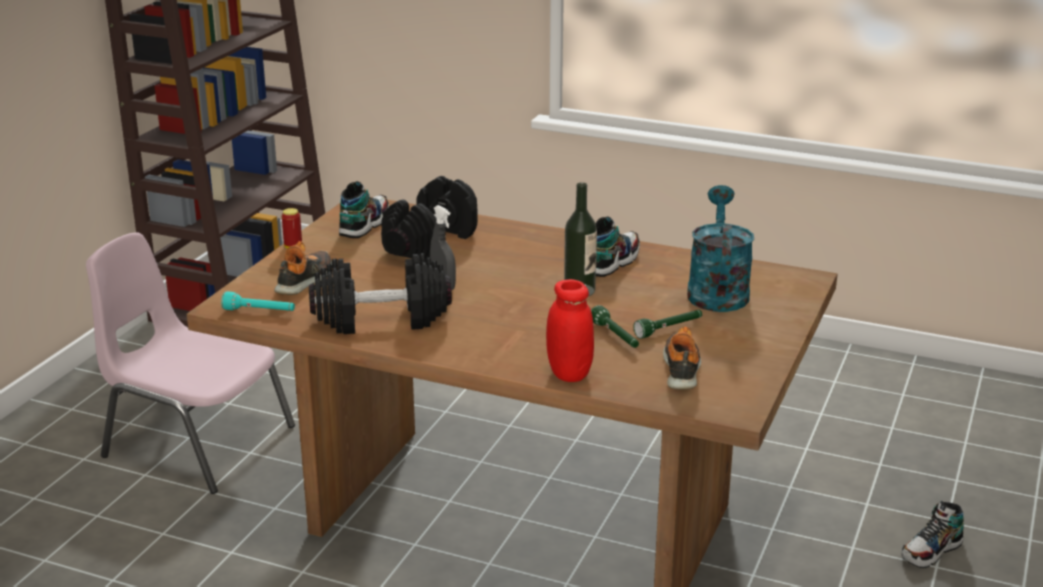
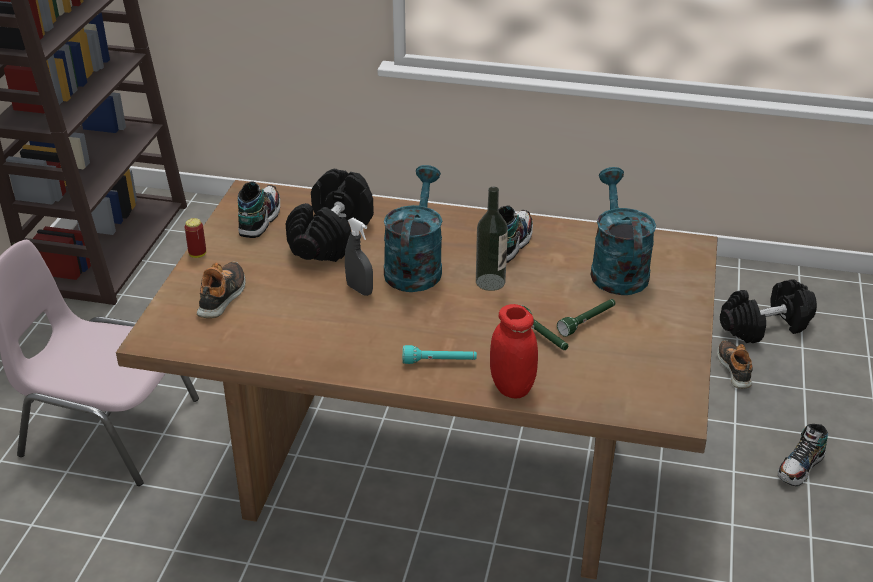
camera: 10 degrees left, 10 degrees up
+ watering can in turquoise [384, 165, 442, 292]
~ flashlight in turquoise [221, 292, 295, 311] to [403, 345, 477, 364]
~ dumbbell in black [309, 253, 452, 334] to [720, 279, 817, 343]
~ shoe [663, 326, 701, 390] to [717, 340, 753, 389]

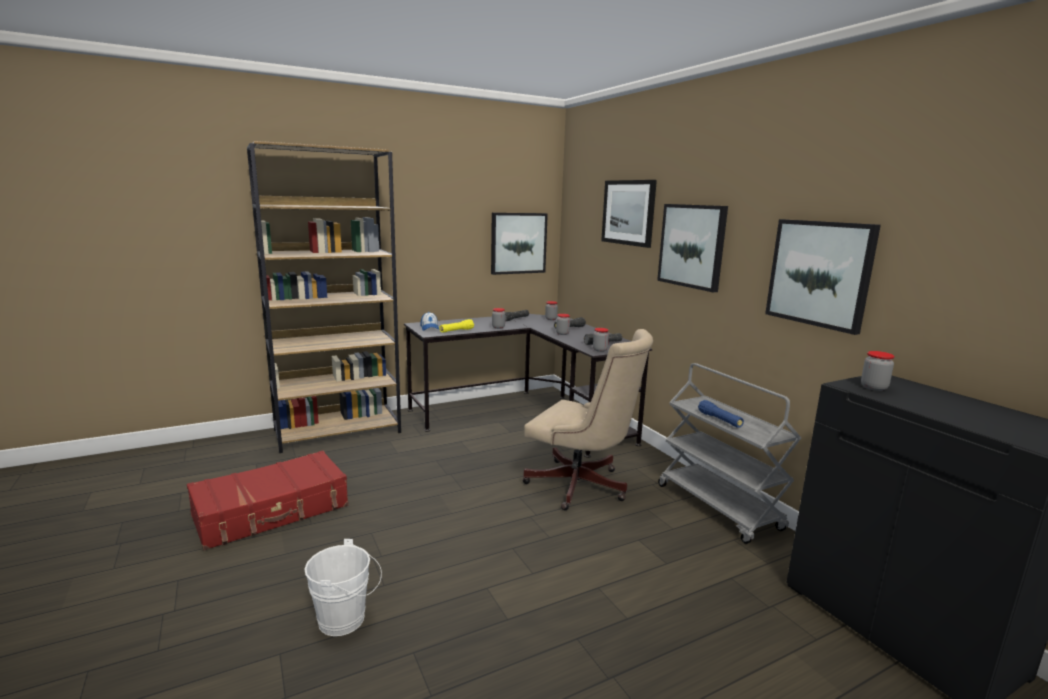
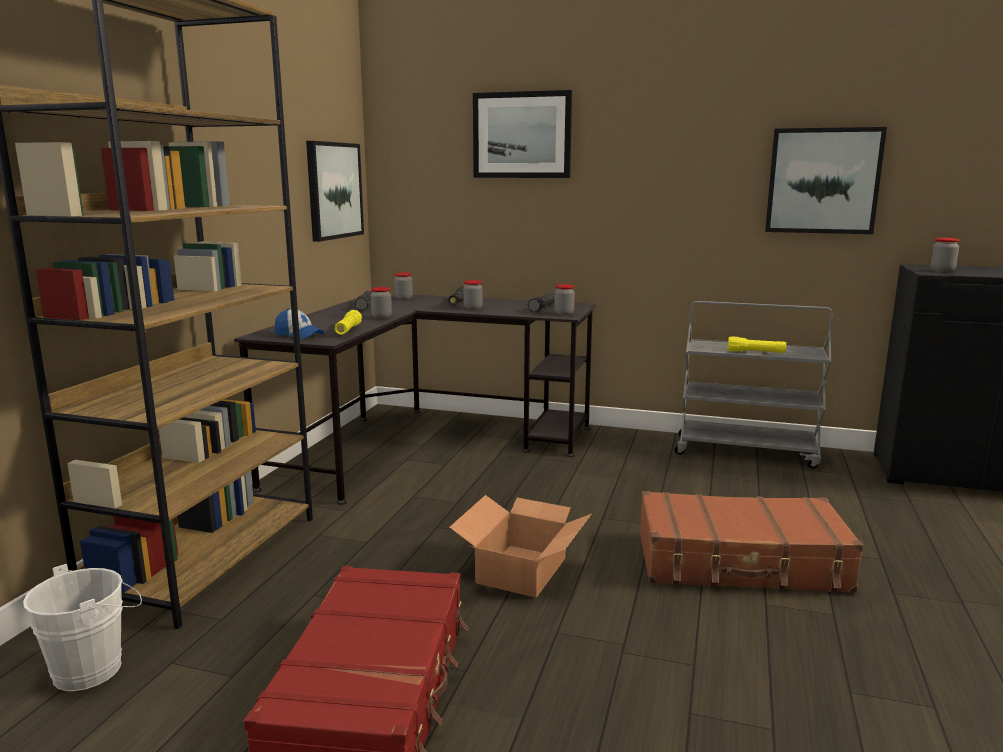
camera: 45 degrees left, 0 degrees up
- office chair in beige [522, 329, 653, 510]
- picture [657, 204, 728, 292]
+ cardboard box [449, 495, 592, 598]
+ suitcase in brown [639, 491, 863, 593]
~ bucket in white [305, 539, 382, 636] to [23, 564, 142, 691]
~ flashlight in blue [698, 400, 744, 428] to flashlight in yellow [727, 336, 786, 353]

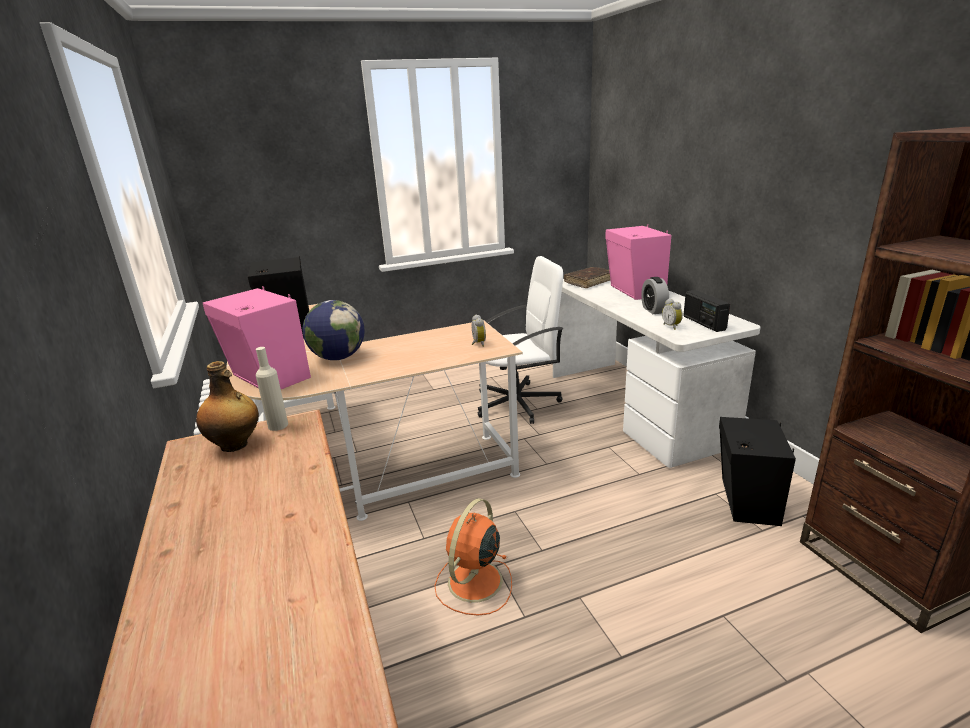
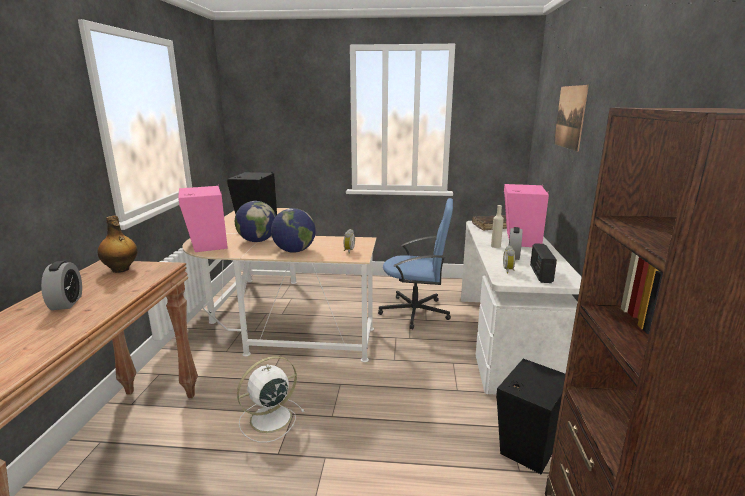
camera: 25 degrees right, 5 degrees down
+ alarm clock [41, 261, 82, 310]
+ globe [271, 208, 316, 253]
+ picture [554, 85, 589, 152]
~ bottle in beige [256, 347, 288, 431] to [491, 205, 504, 248]
~ fan in orange [434, 499, 512, 615] to fan in white [237, 356, 305, 443]
~ office chair in white [478, 256, 563, 424] to office chair in blue [378, 198, 453, 330]

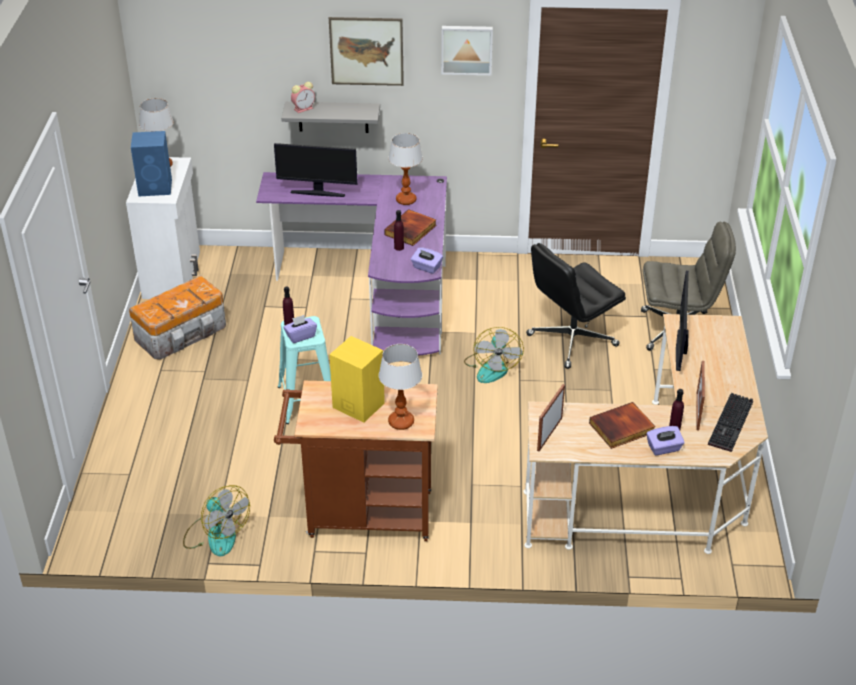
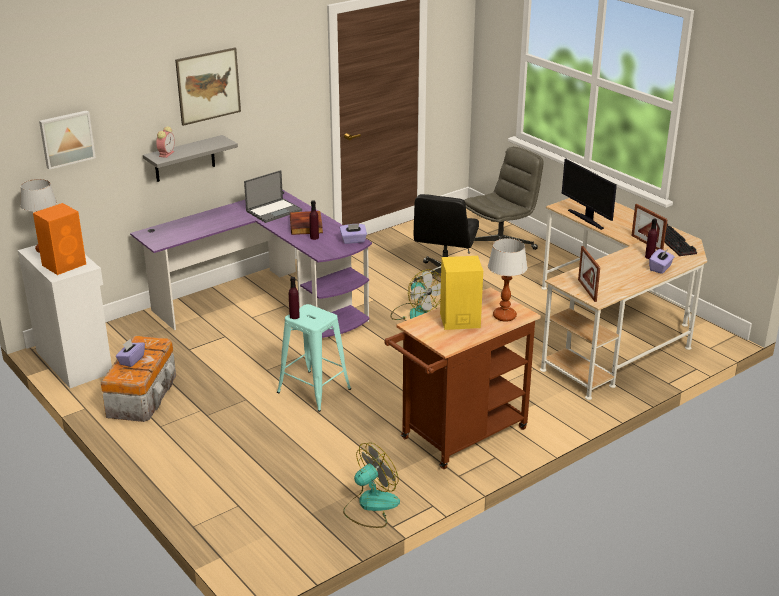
camera: 40 degrees left, 10 degrees down
- monitor [274, 143, 358, 197]
- book [589, 402, 655, 449]
~ tissue box in purple [283, 315, 317, 343] to [116, 339, 145, 367]
~ picture [441, 26, 493, 75] to [39, 110, 96, 170]
~ table lamp [388, 133, 423, 205] to laptop [244, 170, 302, 223]
~ speaker in blue [131, 131, 172, 197] to speaker in orange [33, 203, 86, 275]
~ fan [183, 485, 250, 556] = [343, 443, 400, 528] 45 degrees counterclockwise

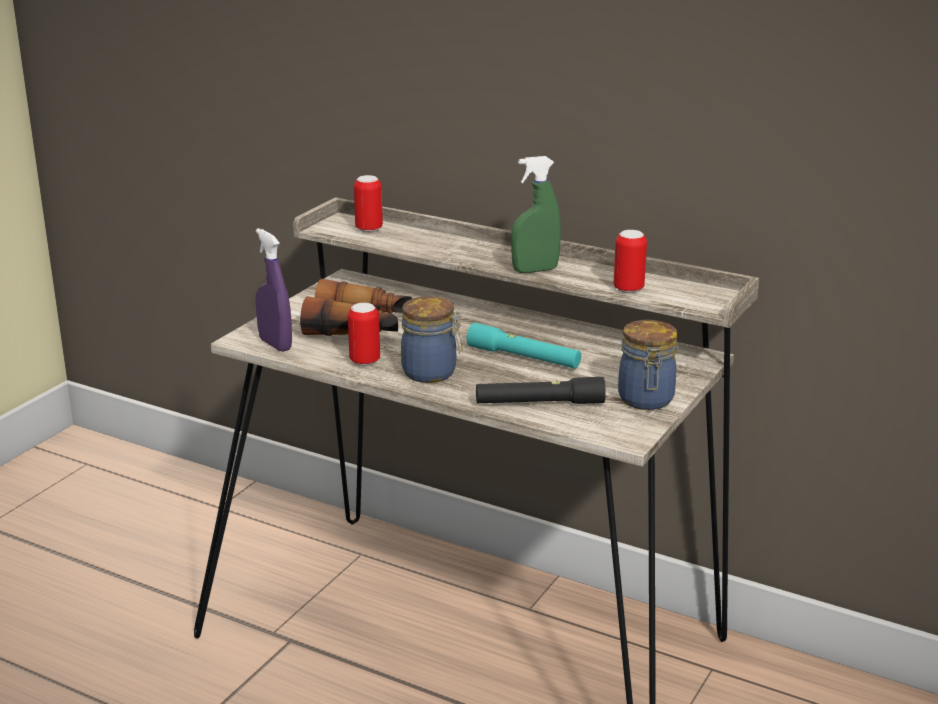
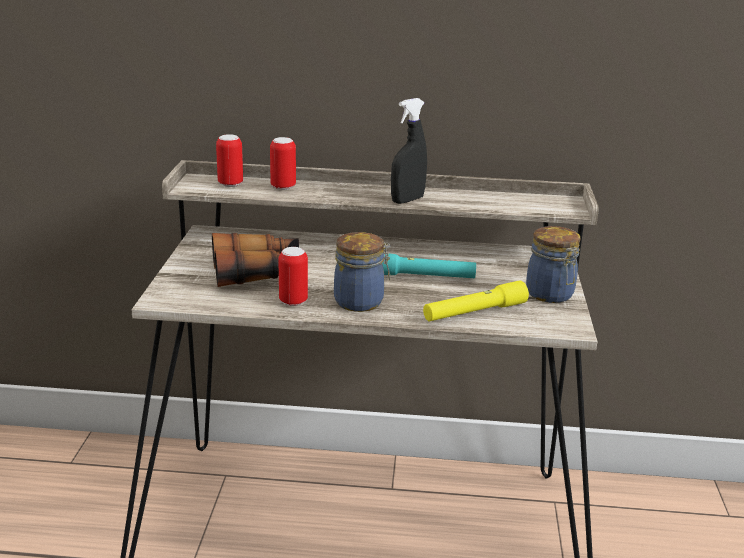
camera: 25 degrees left, 0 degrees up
- spray bottle in purple [255, 228, 292, 352]
~ can [613, 230, 647, 293] to [270, 137, 296, 190]
~ flashlight in black [476, 377, 606, 404] to flashlight in yellow [423, 280, 529, 321]
~ spray bottle in green [511, 156, 561, 273] to spray bottle in black [391, 98, 427, 204]

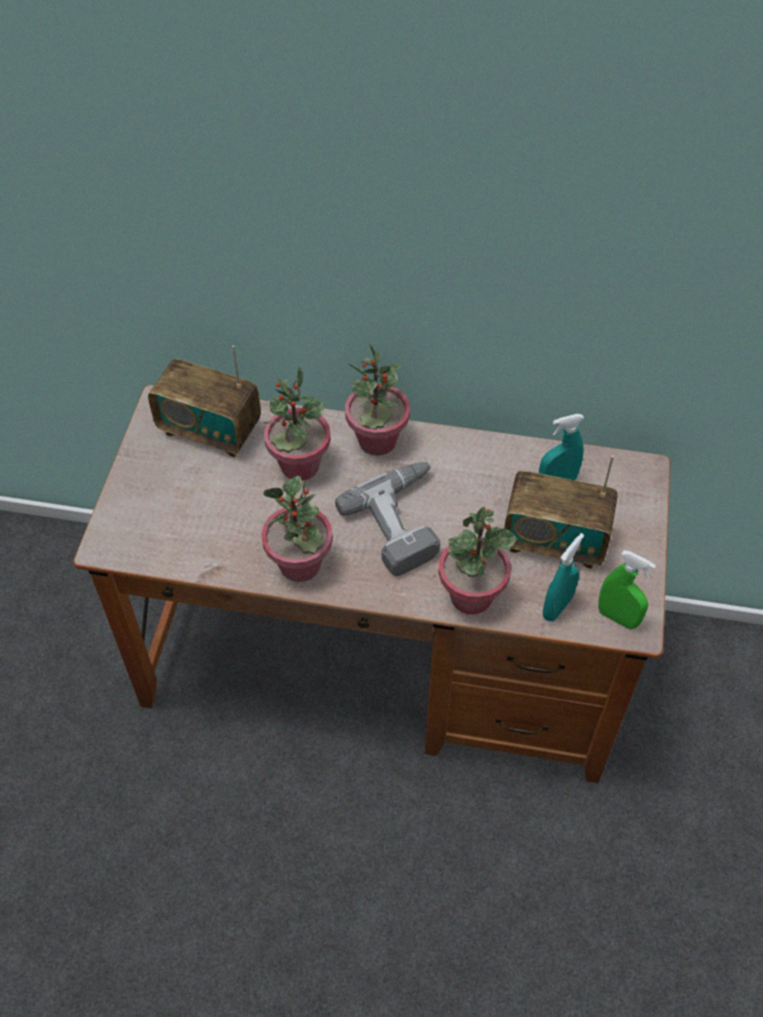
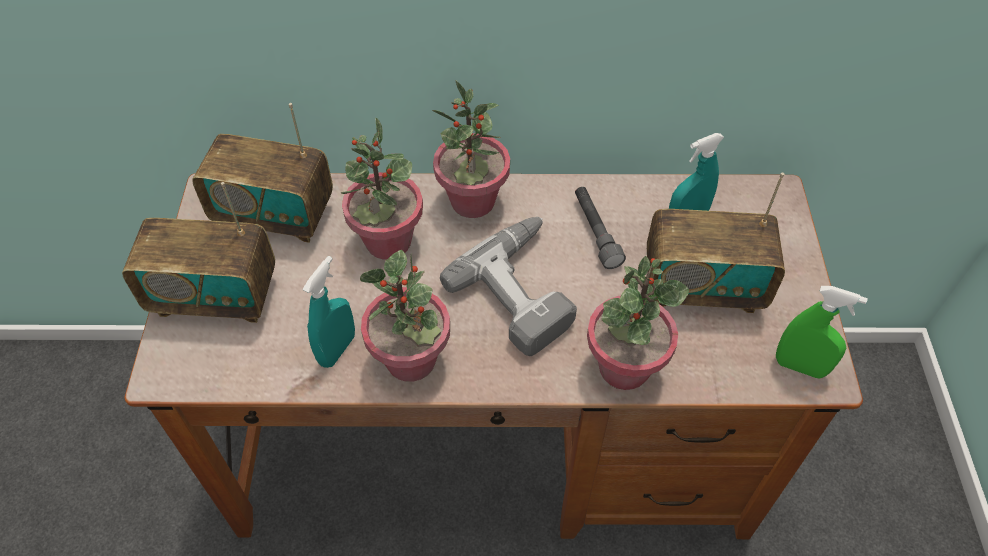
camera: 10 degrees left, 0 degrees up
+ radio [122, 182, 275, 323]
+ flashlight in grey [575, 187, 626, 269]
~ spray bottle in turquoise [543, 533, 584, 621] to [302, 256, 355, 368]

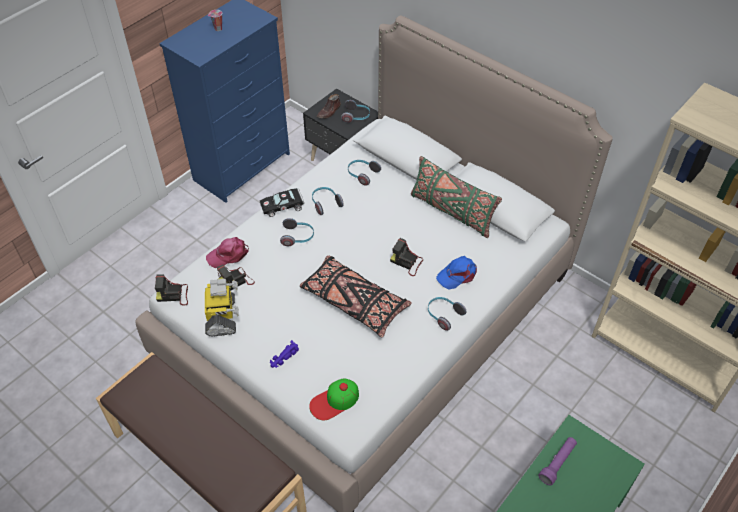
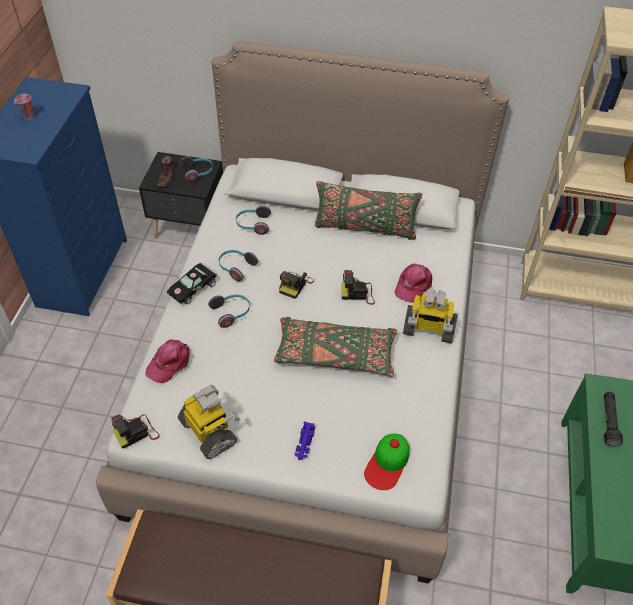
camera: 30 degrees left, 0 degrees up
~ photo camera [217, 265, 255, 291] to [279, 271, 314, 299]
~ headphones [428, 297, 466, 331] to toy robot [403, 289, 458, 344]
~ pillow in black [300, 255, 412, 337] to pillow in green [274, 317, 397, 377]
~ cap in blue [436, 256, 477, 289] to cap in pink [395, 264, 432, 303]
~ flashlight in purple [538, 437, 577, 486] to flashlight in black [604, 392, 623, 446]

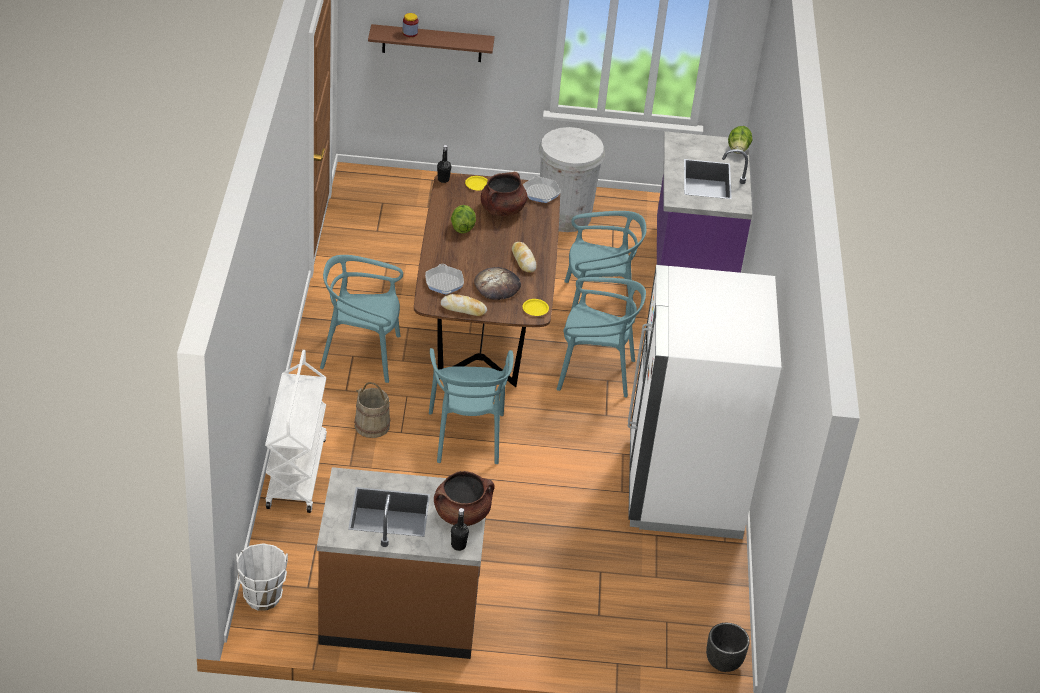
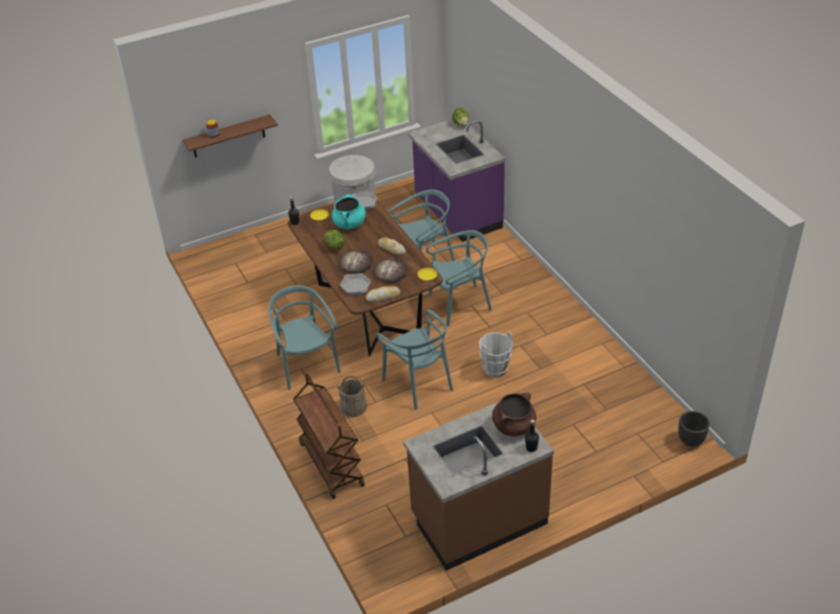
camera: 25 degrees left, 0 degrees up
- fridge in white [628, 265, 781, 539]
+ bread [339, 250, 373, 274]
~ bucket in white [236, 543, 288, 611] to [479, 331, 513, 377]
~ cart in white [265, 350, 327, 513] to cart in brown [293, 374, 365, 499]
~ cooking pot in brown [481, 172, 527, 216] to cooking pot in turquoise [332, 194, 366, 230]
~ chair in turquoise [320, 255, 403, 383] = [268, 285, 341, 390] 90 degrees clockwise

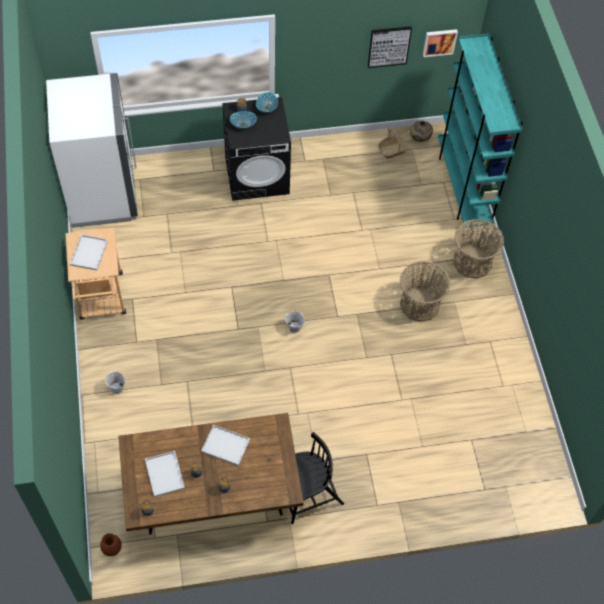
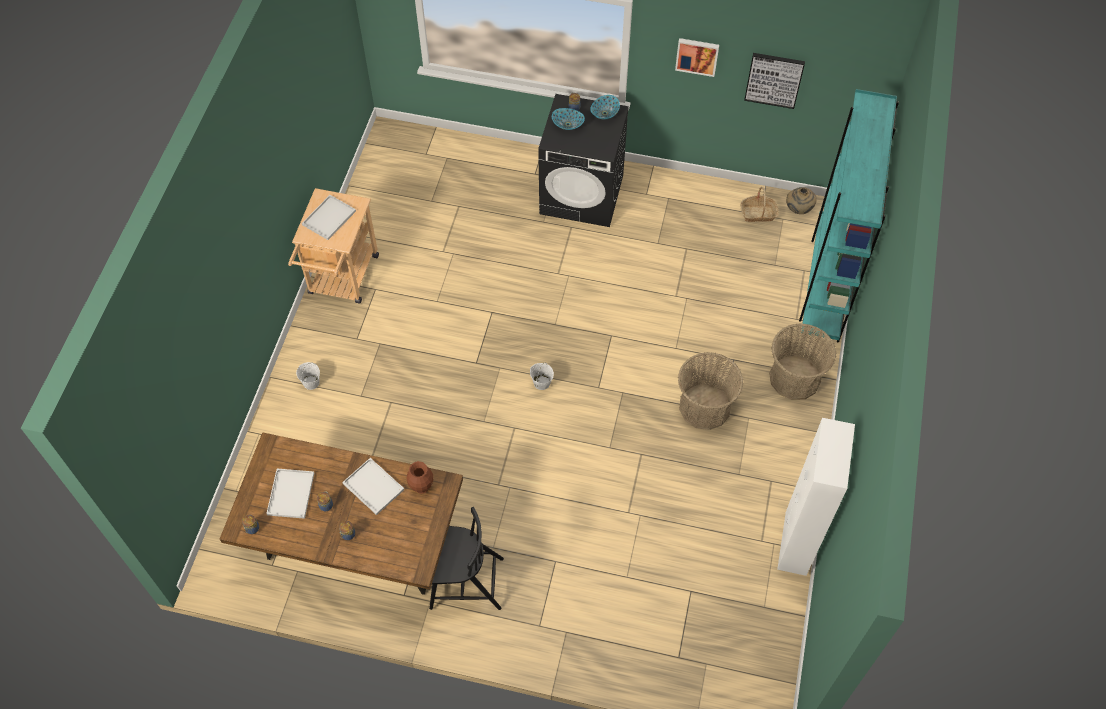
camera: 25 degrees right, 0 degrees up
- fridge in white [46, 73, 138, 228]
+ cabinet in white [777, 418, 855, 576]
~ vase in brown [100, 533, 122, 556] to [407, 461, 433, 494]
~ picture [423, 29, 458, 57] to [675, 38, 719, 77]

